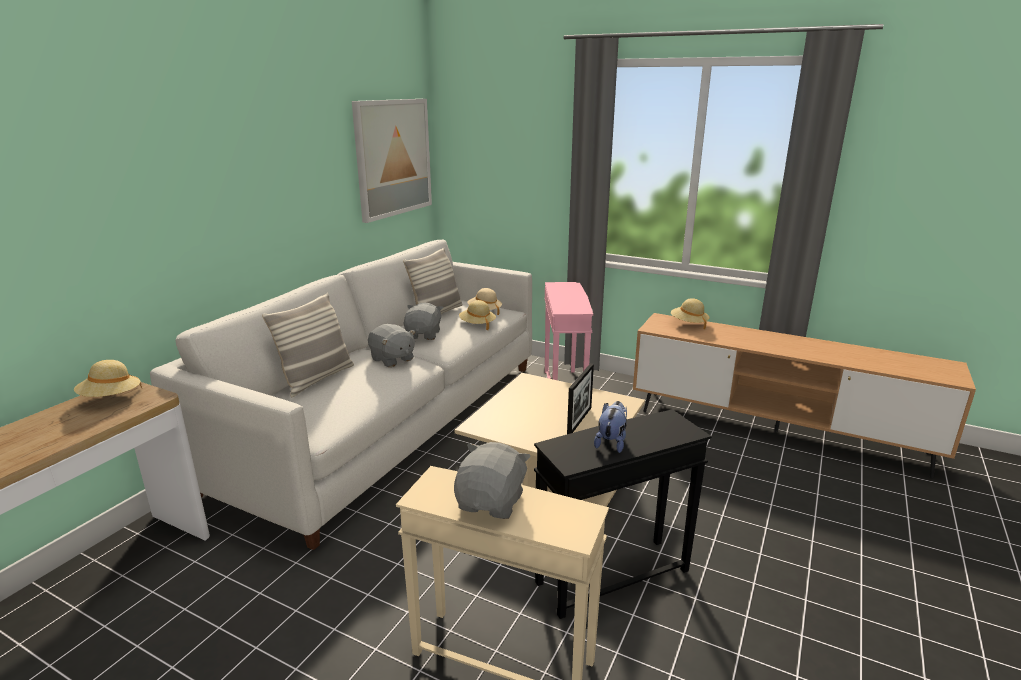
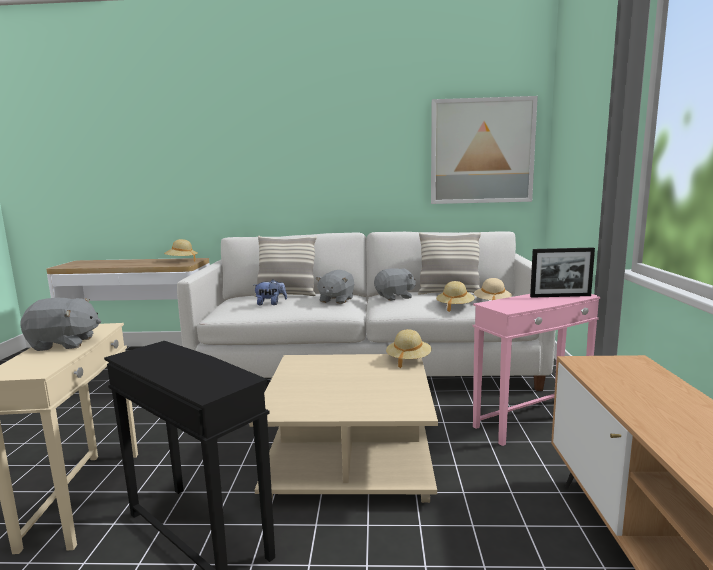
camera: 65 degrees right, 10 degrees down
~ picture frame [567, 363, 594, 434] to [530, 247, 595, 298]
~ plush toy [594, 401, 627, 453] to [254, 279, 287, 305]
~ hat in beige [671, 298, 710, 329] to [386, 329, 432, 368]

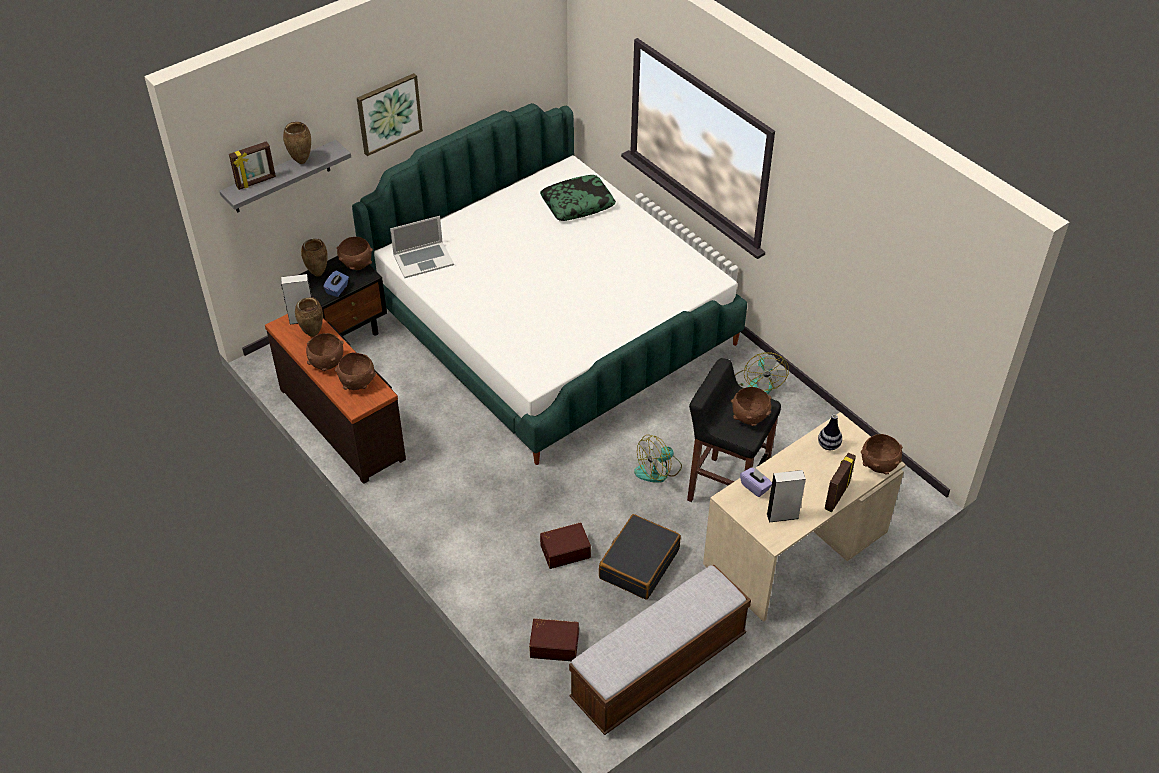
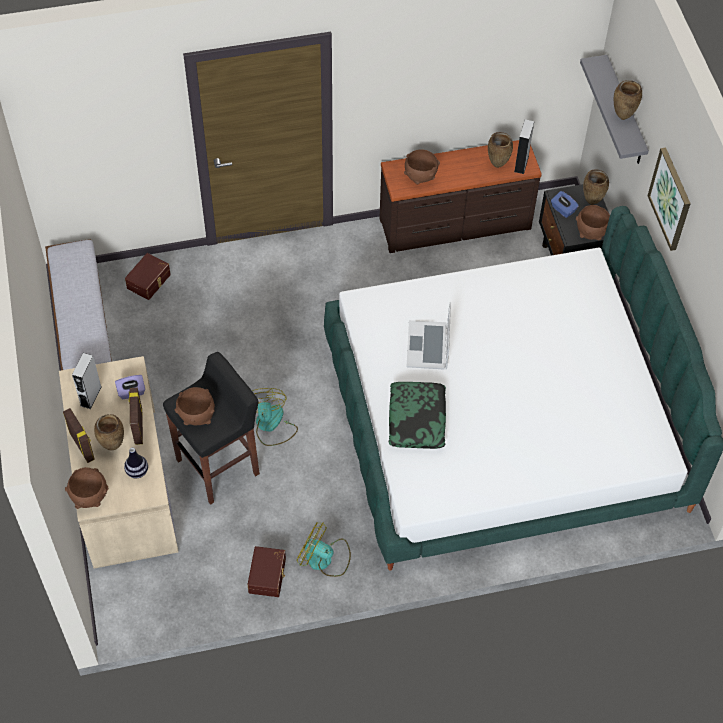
camera: 115 degrees right, 10 degrees up
- bowl in brown [306, 333, 343, 371]
- suitcase in black [599, 514, 681, 600]
+ vase in brown [94, 414, 124, 450]
~ picture frame [229, 141, 276, 190] to [129, 388, 143, 445]
~ laptop [390, 216, 454, 278] to [406, 302, 451, 370]
~ pillow [540, 175, 616, 221] to [389, 382, 446, 449]
~ storage box in brown [540, 522, 591, 569] to [247, 546, 286, 597]

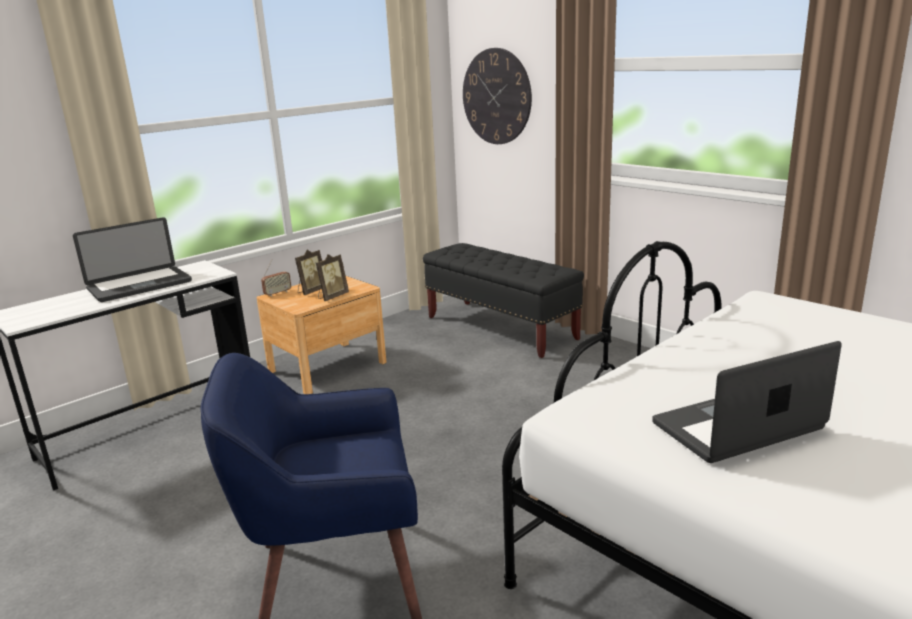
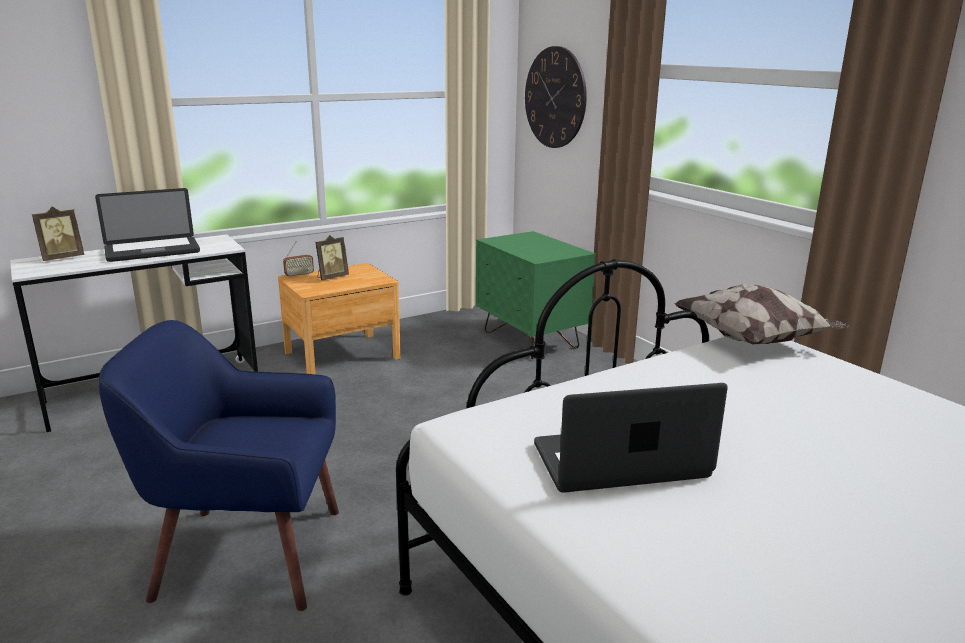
camera: 10 degrees right, 0 degrees up
+ pillow [674, 284, 849, 345]
~ picture frame [316, 254, 349, 301] to [32, 207, 84, 261]
~ bench in black [423, 243, 584, 358] to nightstand in green [476, 231, 596, 359]

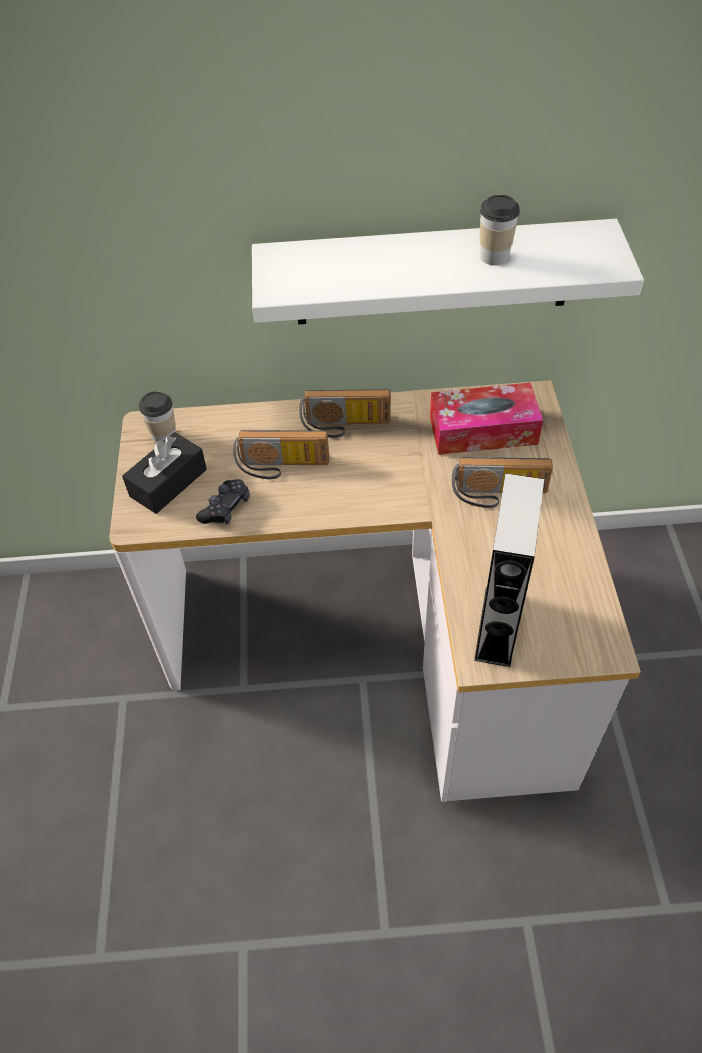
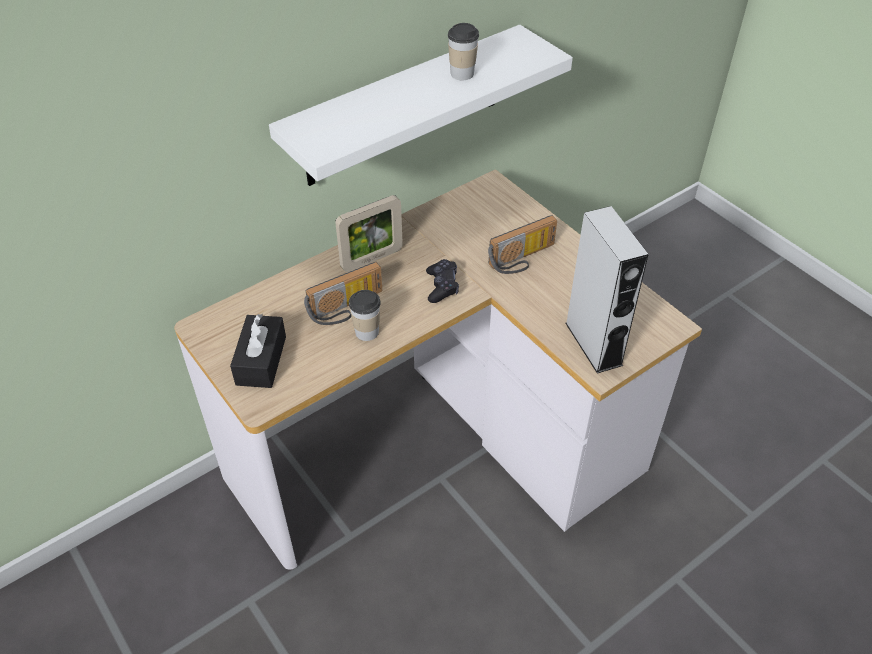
camera: 35 degrees left, 5 degrees down
- tissue box [430, 383, 543, 455]
~ cup [139, 391, 176, 444] to [349, 290, 381, 341]
~ game controller in black [196, 479, 250, 525] to [426, 259, 459, 303]
~ radio [299, 389, 391, 438] to picture frame [335, 195, 403, 272]

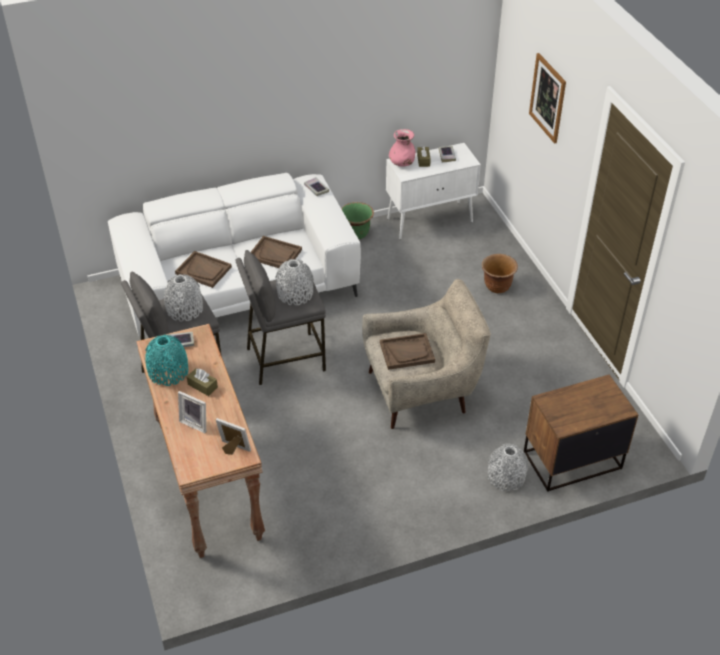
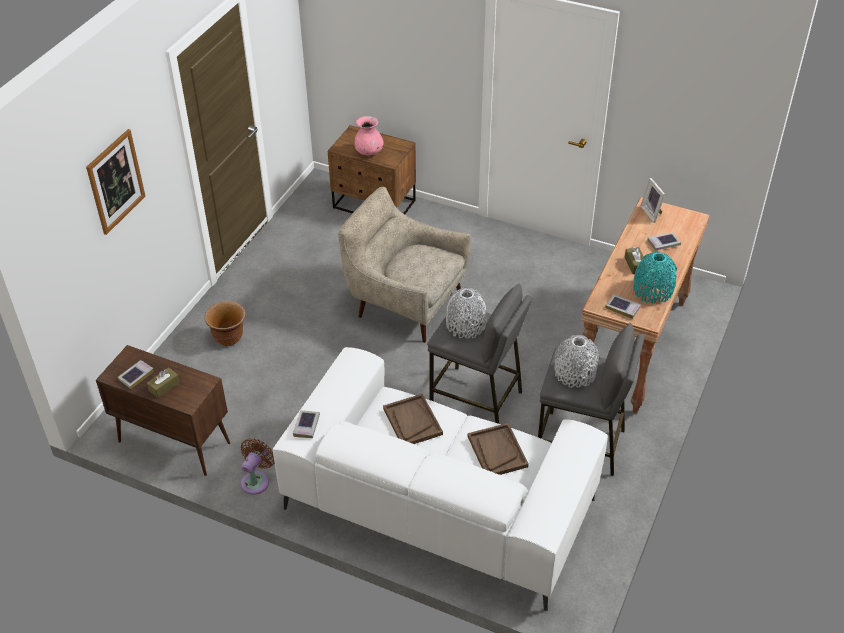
camera: 135 degrees left, 0 degrees up
- tray in brown [380, 333, 435, 370]
- vase in grey [488, 444, 529, 491]
~ vase in pink [389, 129, 415, 167] to [354, 116, 384, 155]
~ picture frame [178, 391, 206, 433] to book [647, 233, 681, 251]
~ planter in green [341, 202, 374, 239] to fan in brown [241, 438, 274, 495]
~ cabinet in white [386, 143, 481, 239] to cabinet in brown [96, 345, 230, 476]

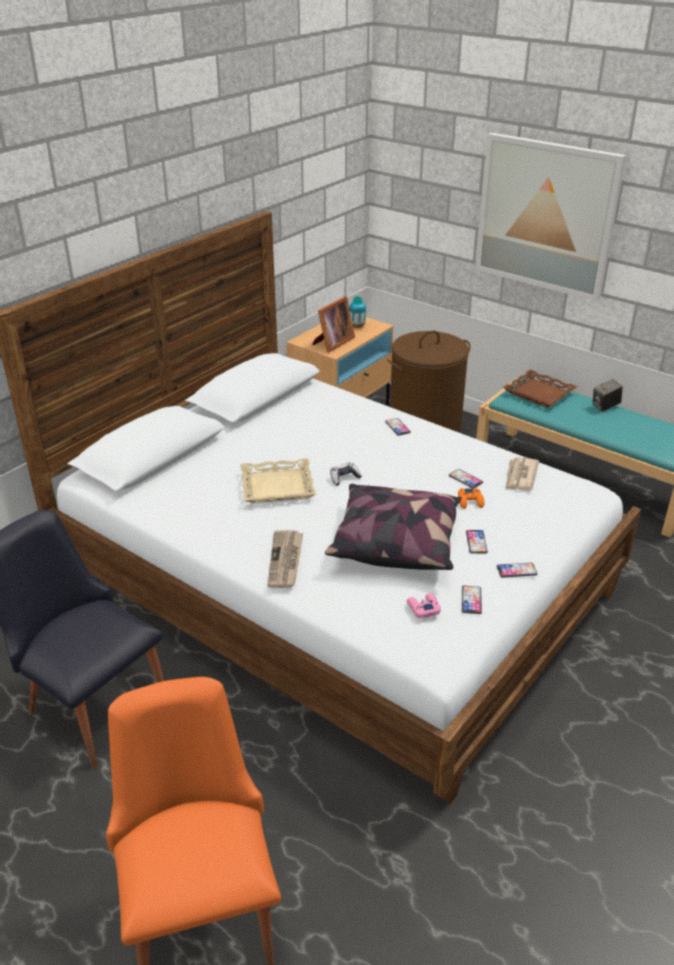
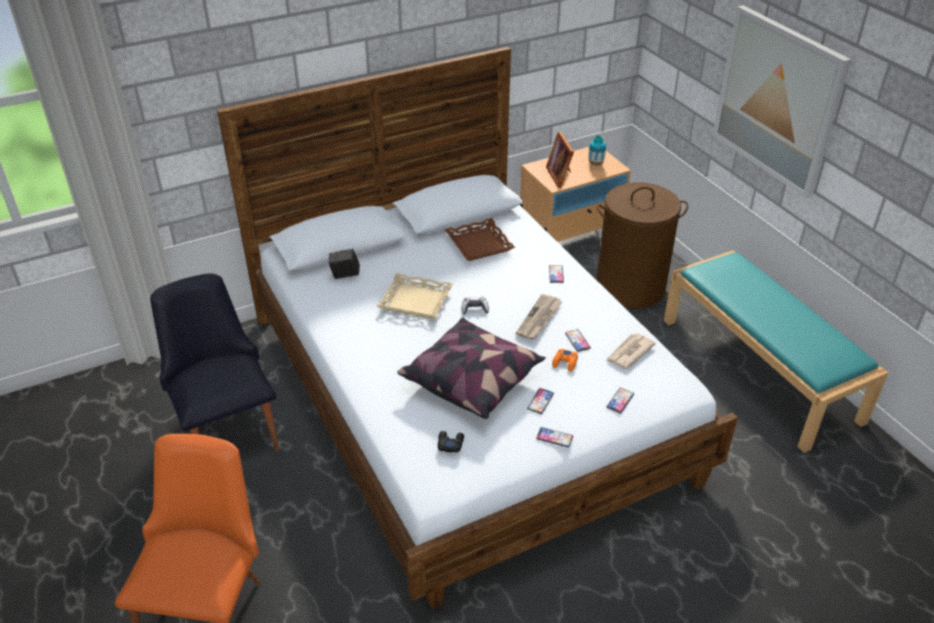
camera: 25 degrees right, 5 degrees up
~ newspaper [268, 530, 303, 588] to [516, 294, 562, 340]
~ phone [462, 586, 482, 614] to [607, 388, 634, 413]
~ tray in brown [503, 370, 577, 408] to [445, 218, 515, 261]
~ photo camera [593, 379, 623, 412] to [328, 249, 360, 279]
~ game controller in pink [407, 593, 441, 618] to game controller in black [438, 431, 464, 453]
~ picture frame [312, 296, 355, 352] = [546, 132, 574, 188] 105 degrees clockwise

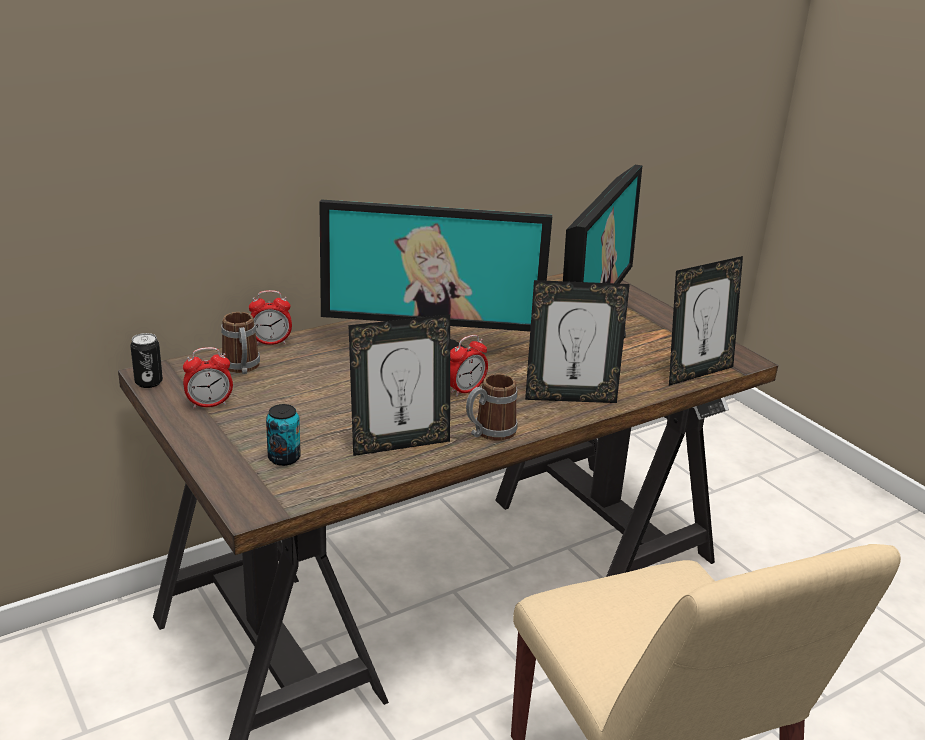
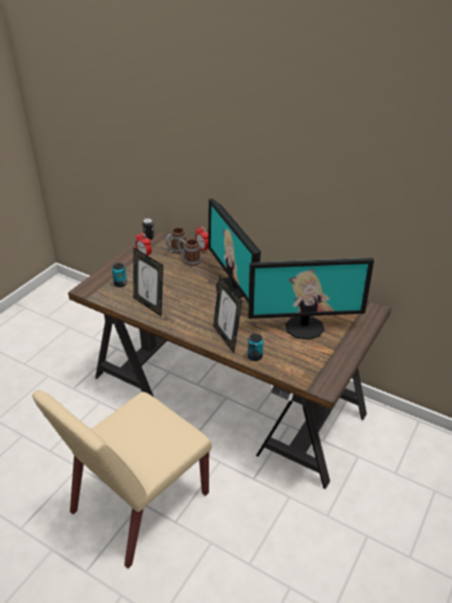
camera: 65 degrees right, 10 degrees up
- alarm clock [450, 335, 488, 397]
- picture frame [669, 256, 743, 386]
+ can [248, 334, 263, 361]
~ mug [466, 374, 518, 441] to [177, 239, 201, 266]

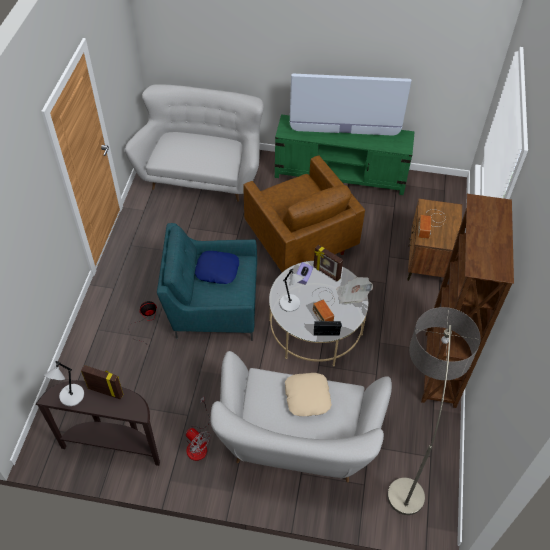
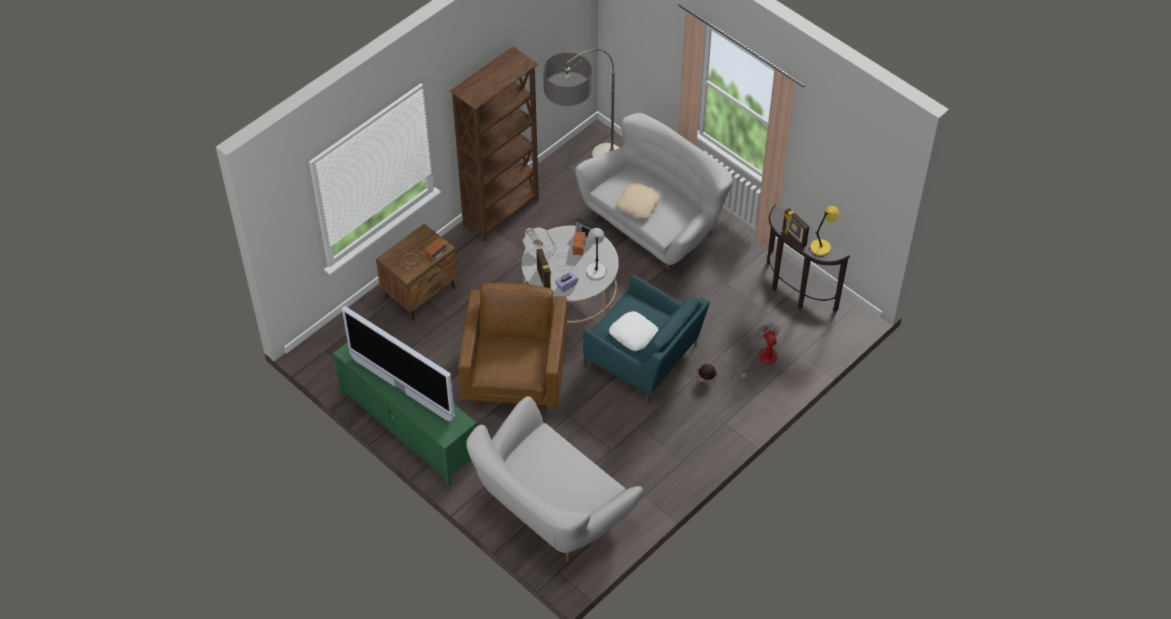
camera: 145 degrees left, 0 degrees up
~ fan [186, 397, 211, 461] to [741, 323, 780, 380]
~ table lamp in grey [44, 361, 84, 406] to table lamp in yellow [810, 205, 839, 256]
~ pillow in blue [195, 251, 239, 284] to pillow in white [609, 311, 658, 351]

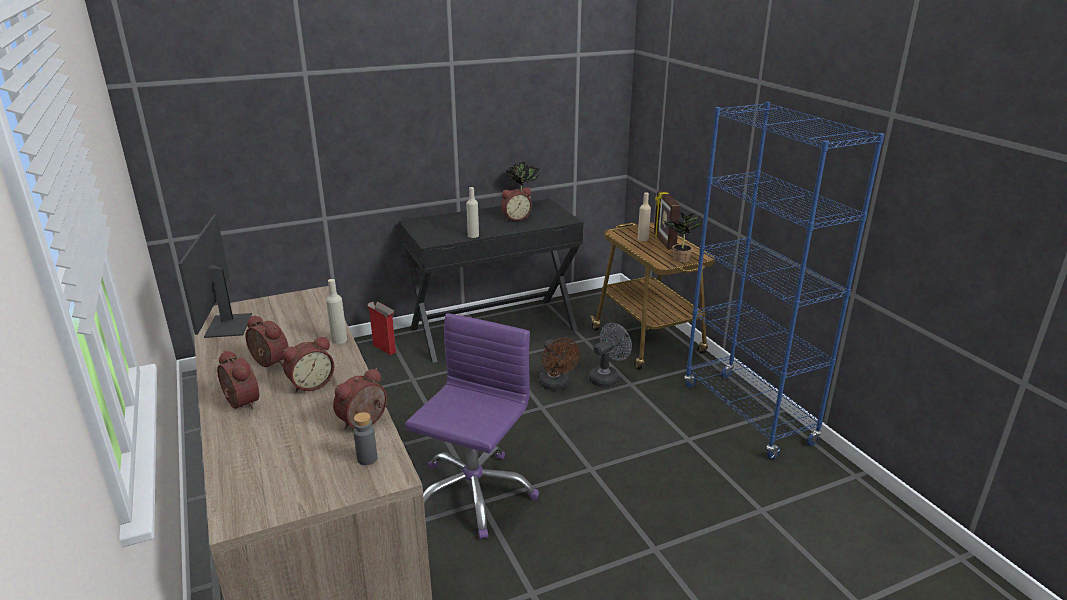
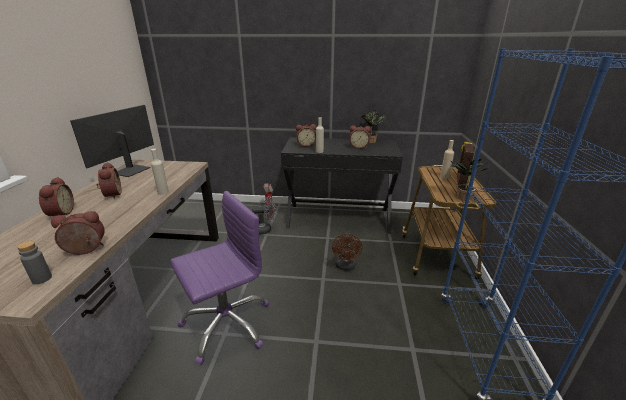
camera: 30 degrees right, 0 degrees up
~ alarm clock [282, 337, 334, 393] to [296, 124, 316, 147]
~ fan in grey [589, 323, 632, 387] to [252, 196, 276, 235]

